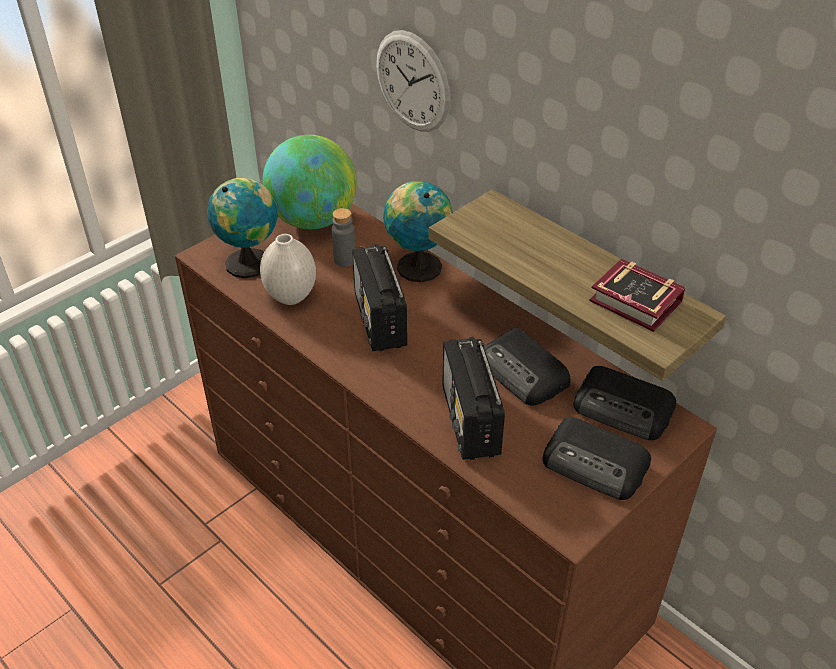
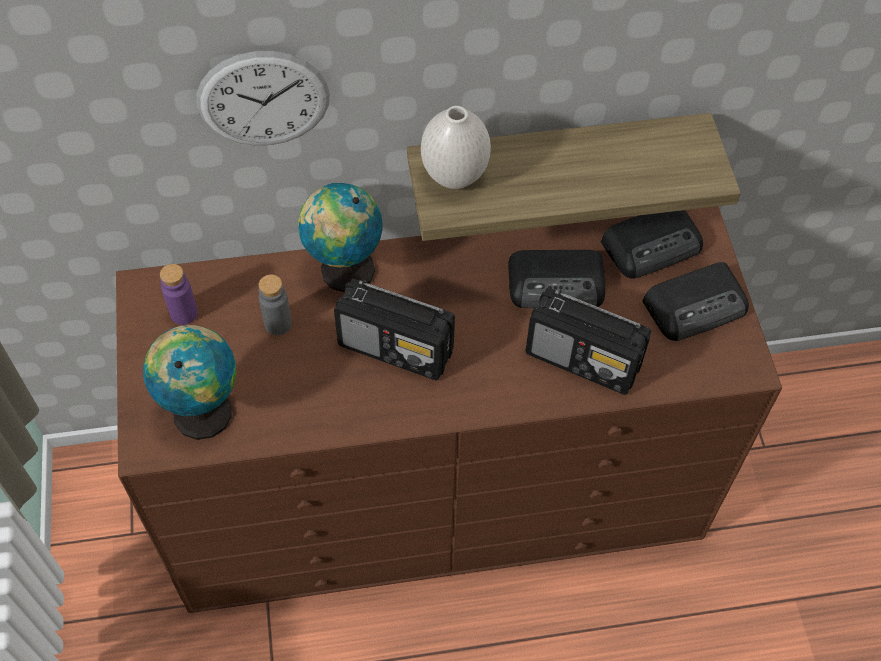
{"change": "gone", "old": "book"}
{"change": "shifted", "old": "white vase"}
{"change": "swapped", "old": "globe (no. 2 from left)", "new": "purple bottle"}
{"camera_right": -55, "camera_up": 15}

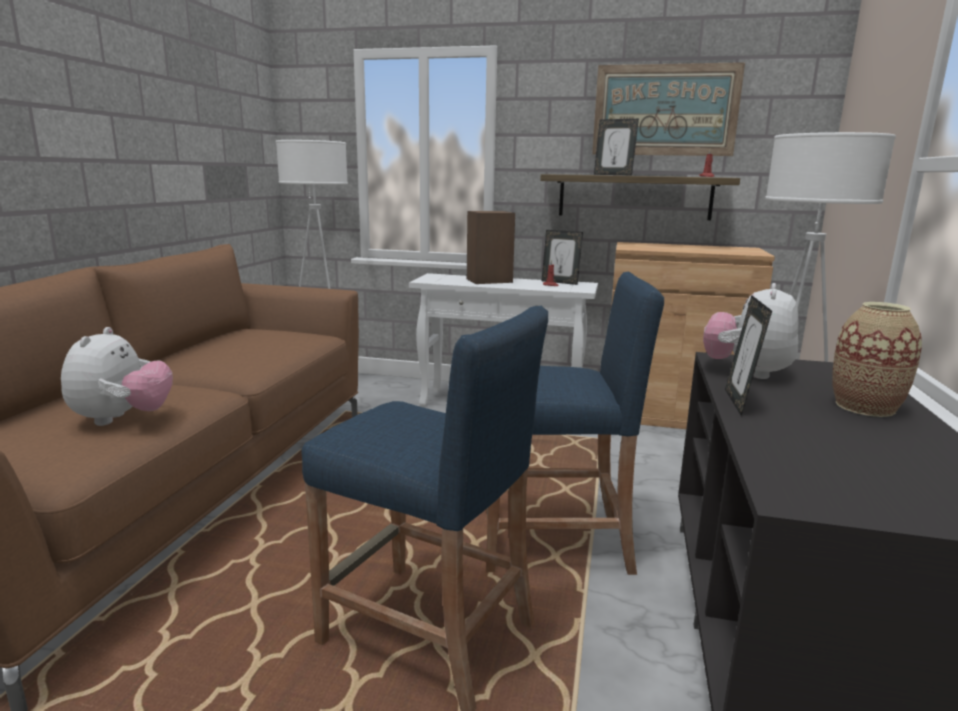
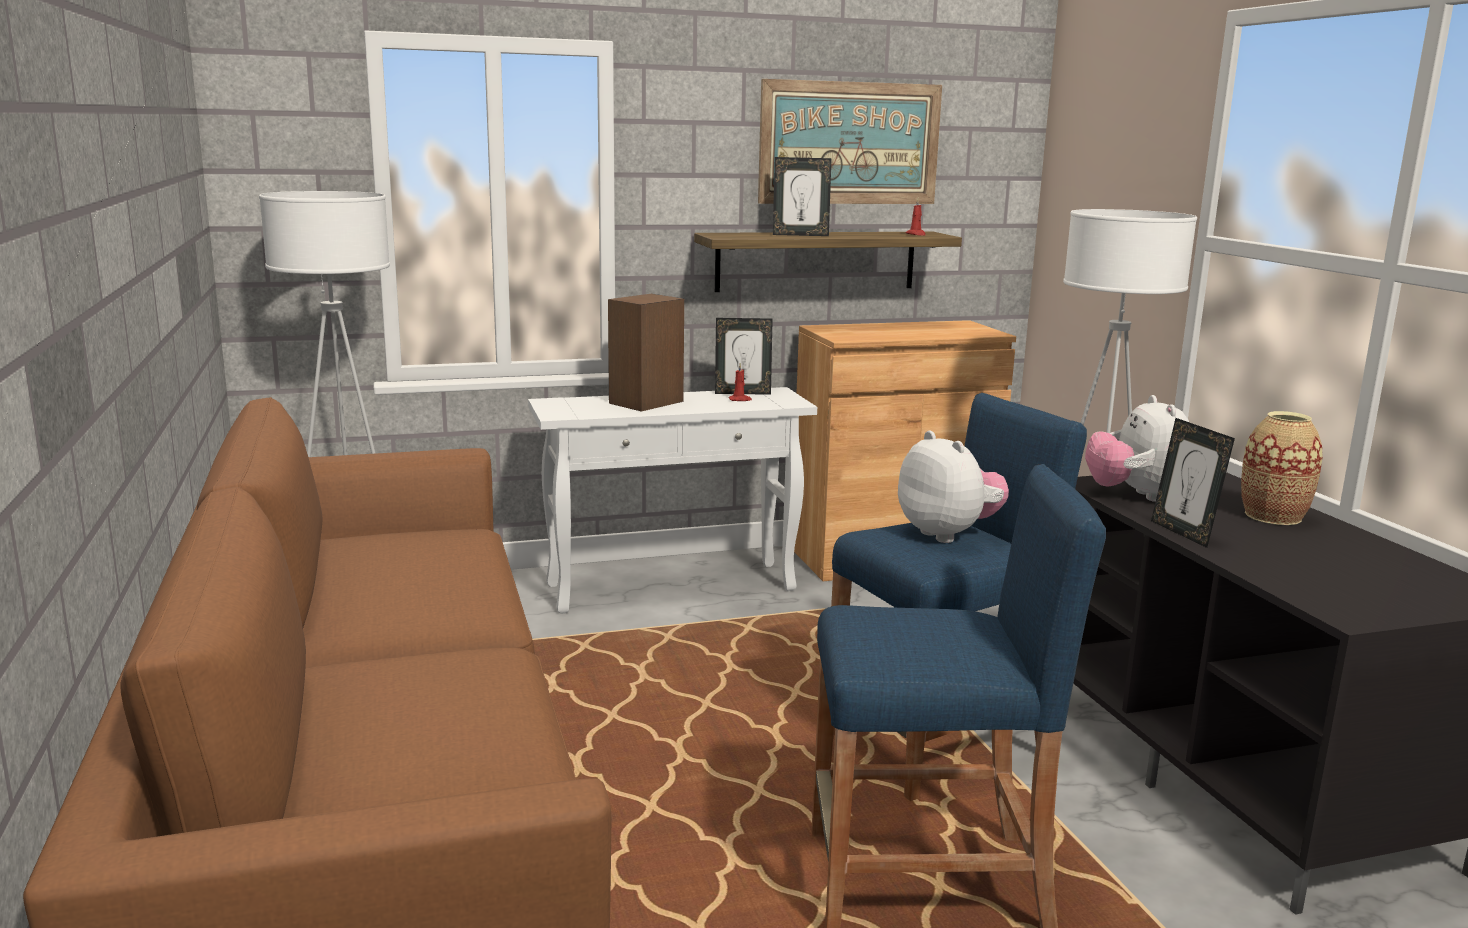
{"change": "shifted", "old": "plush toy (no. 1 from left)"}
{"camera_right": -30, "camera_up": 0}

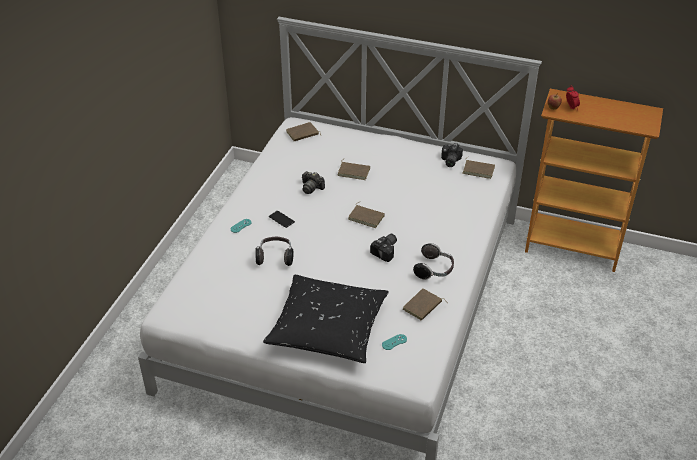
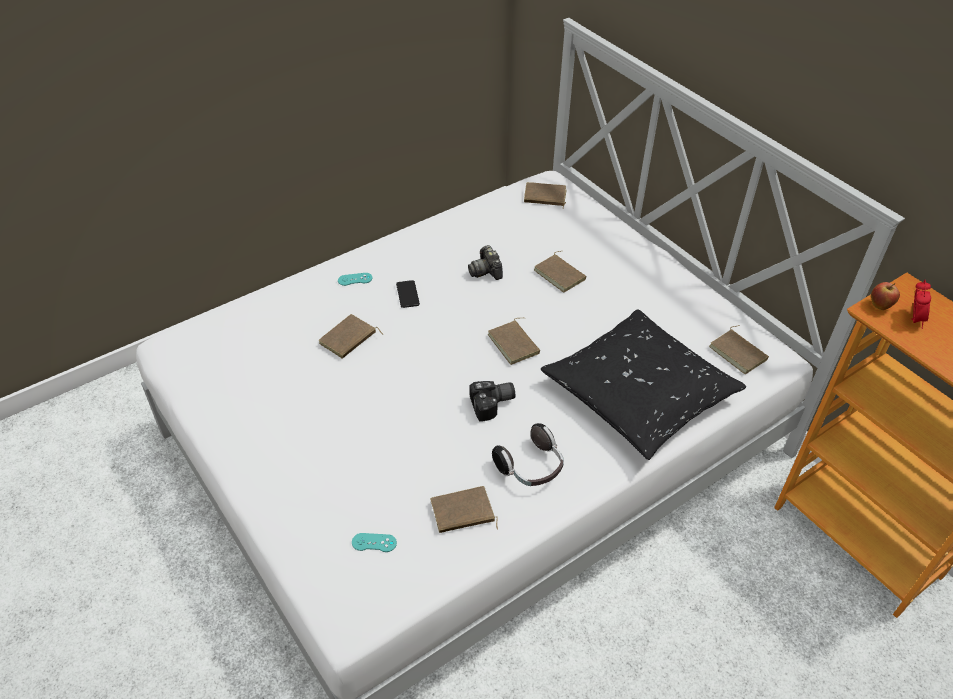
{"change": "gone", "old": "photo camera (no. 3 from left)"}
{"change": "shifted", "old": "black pillow"}
{"change": "swapped", "old": "headphones (no. 1 from left)", "new": "brown book (no. 1 from left)"}
{"camera_right": 35, "camera_up": 5}

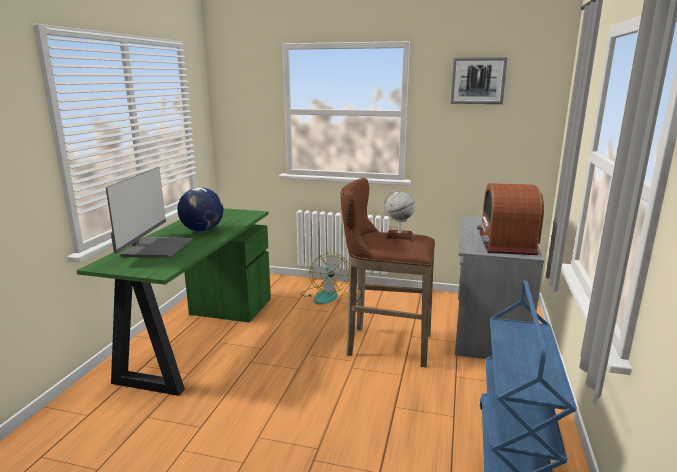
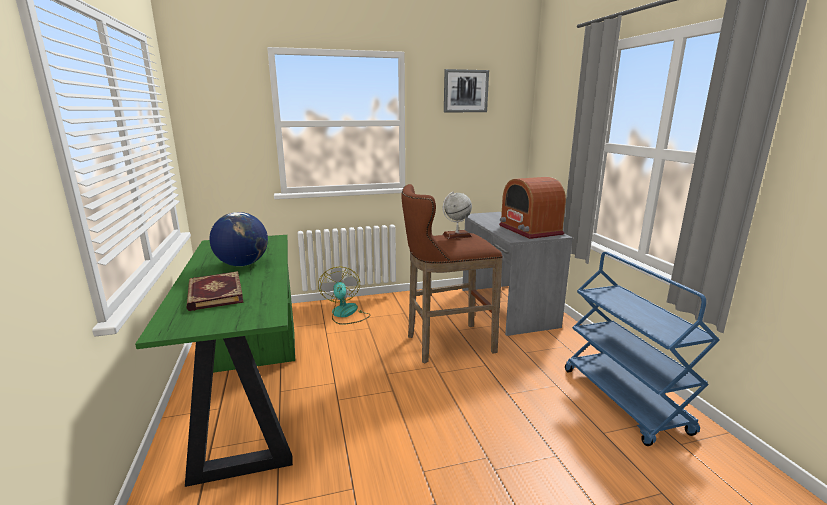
{"change": "swapped", "old": "monitor", "new": "book"}
{"change": "rotated", "old": "fan", "degrees": -150}
{"camera_right": -30, "camera_up": 0}

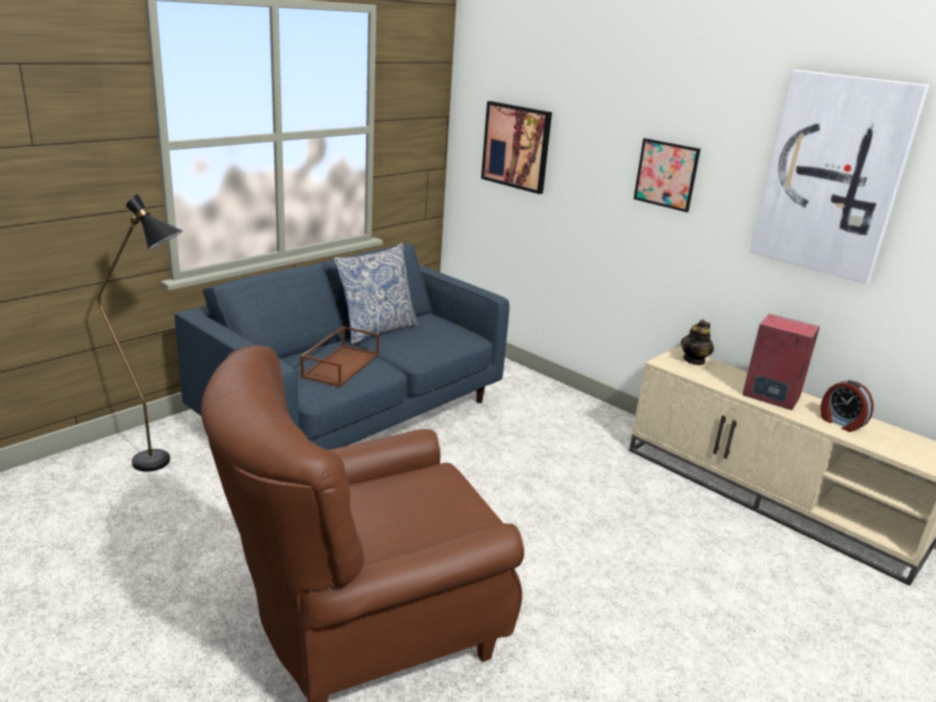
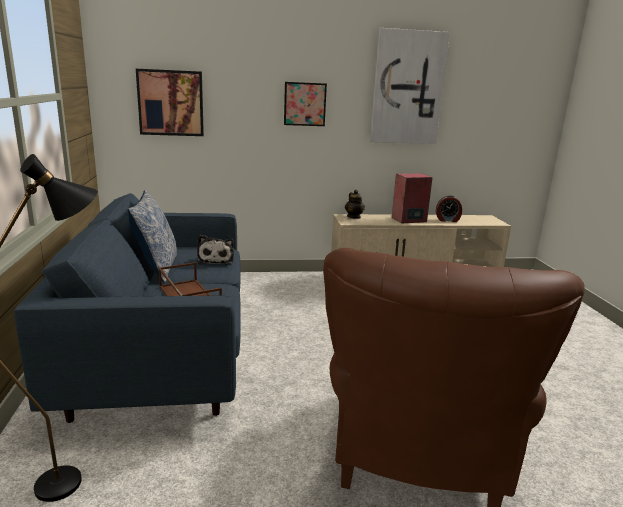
{"change": "new", "new": "plush toy"}
{"camera_right": -50, "camera_up": -5}

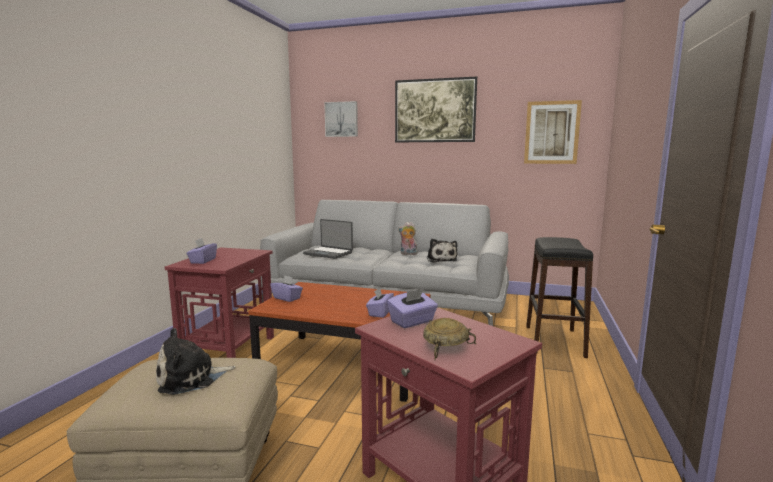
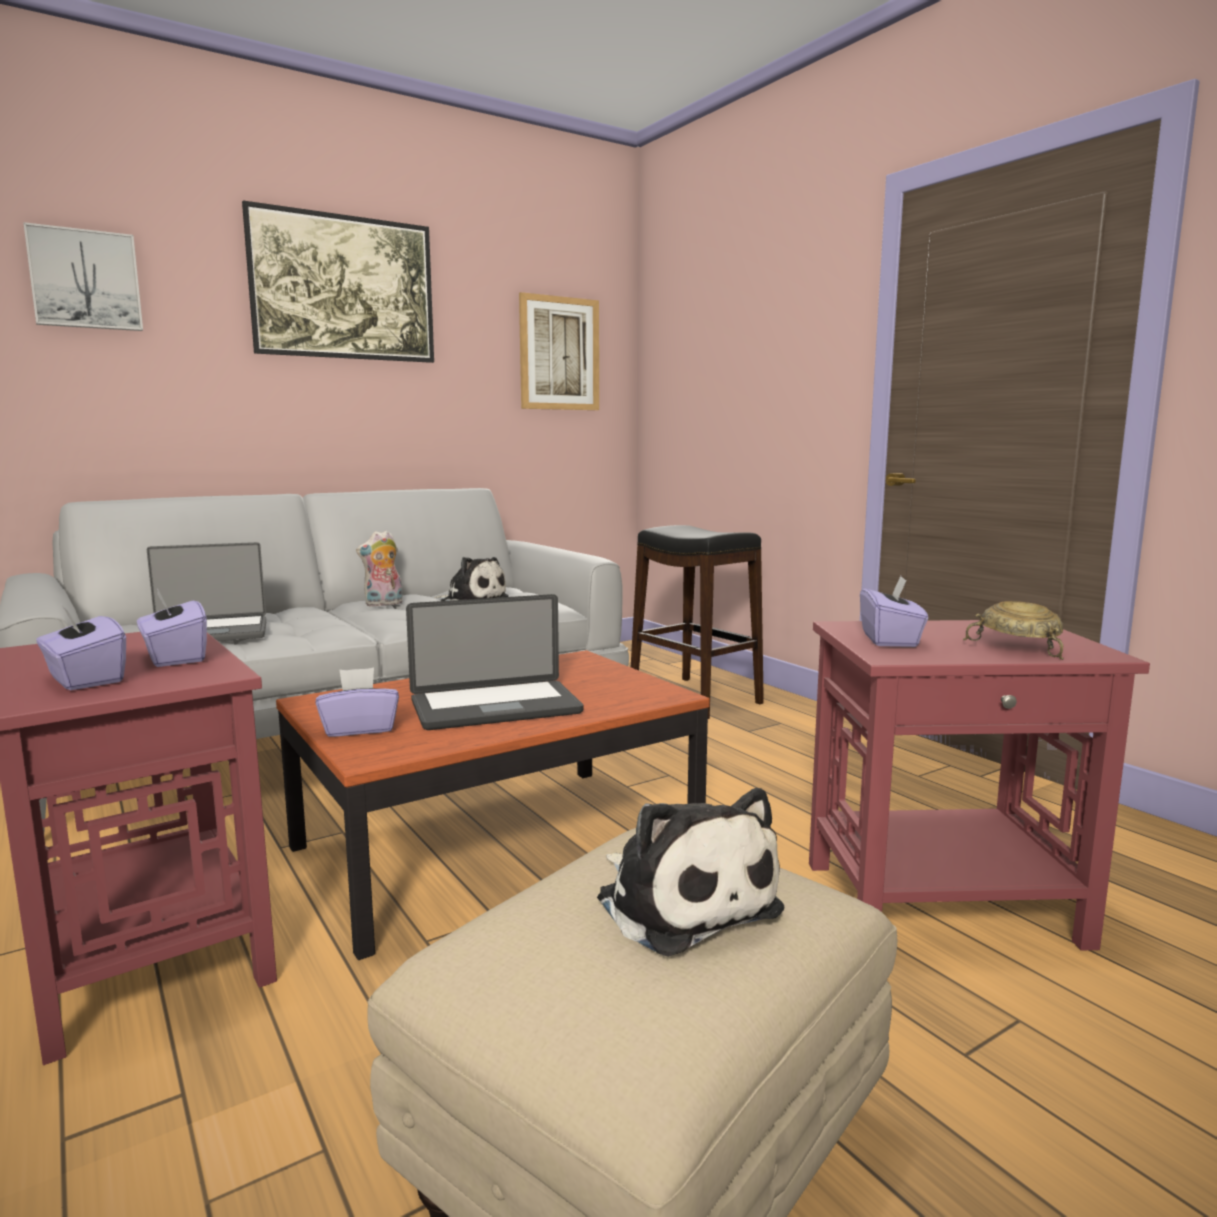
{"change": "new", "new": "laptop (no. 2 from left)"}
{"change": "shifted", "old": "purple tissue box (no. 3 from left in the first image)", "new": "purple tissue box (no. 2 from left)"}
{"change": "rotated", "old": "plush toy (no. 1 from left in the first image)", "degrees": -45}
{"camera_right": -50, "camera_up": 0}

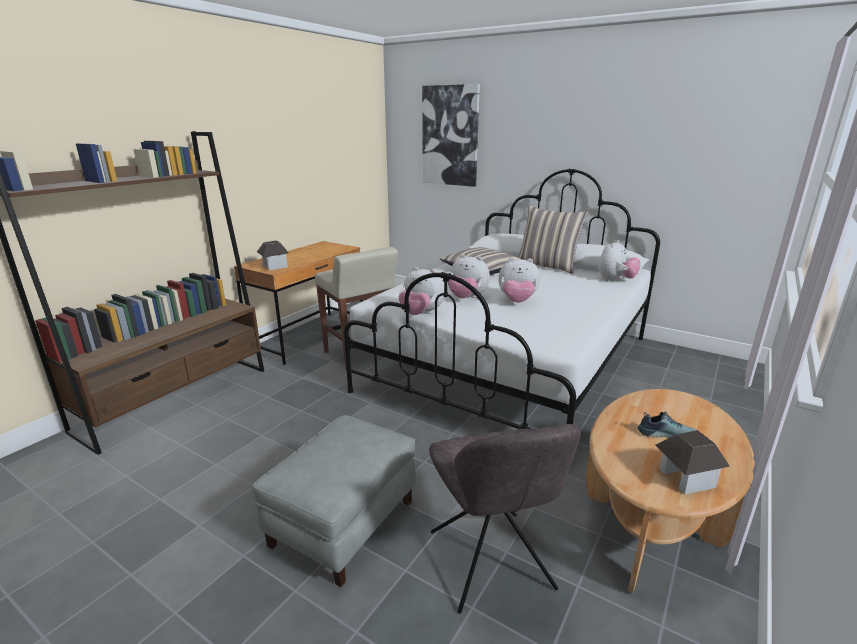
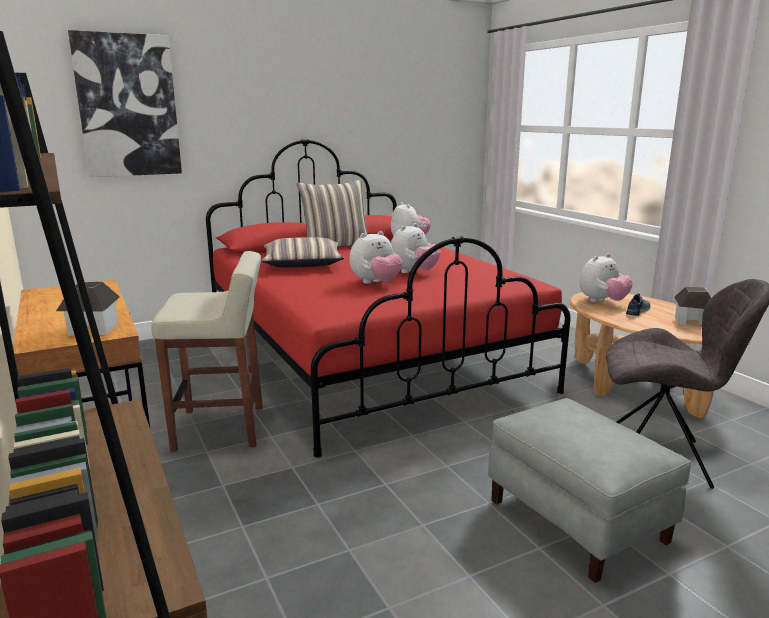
{"change": "shifted", "old": "plush toy (no. 1 from left in the first image)", "new": "plush toy (no. 4 from left)"}
{"change": "repainted", "old": "white bed", "new": "red bed"}
{"camera_right": -60, "camera_up": -5}

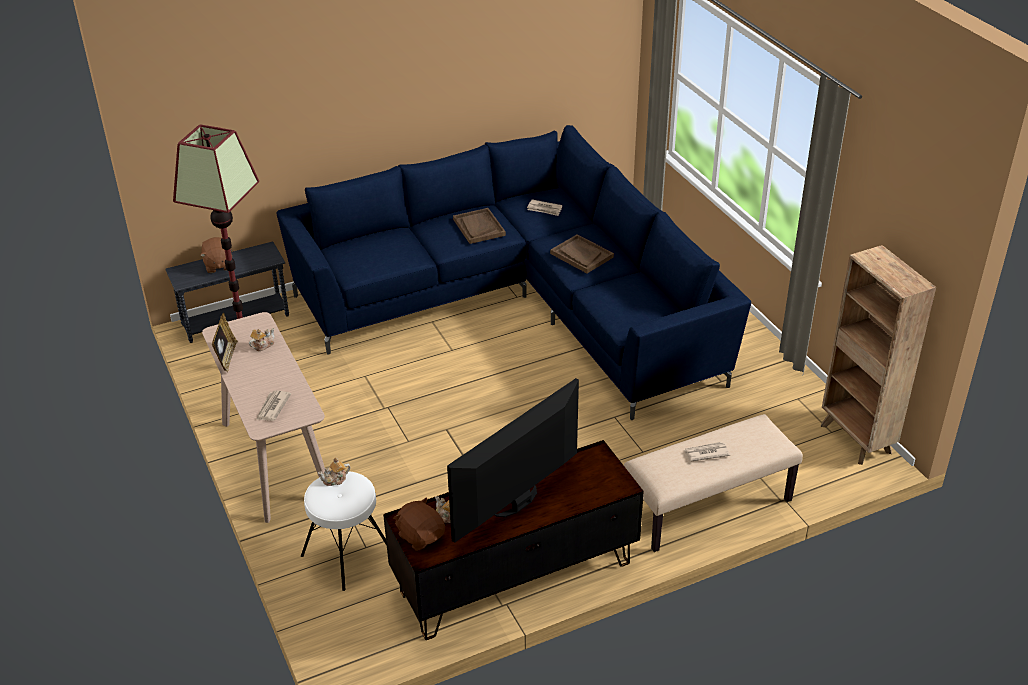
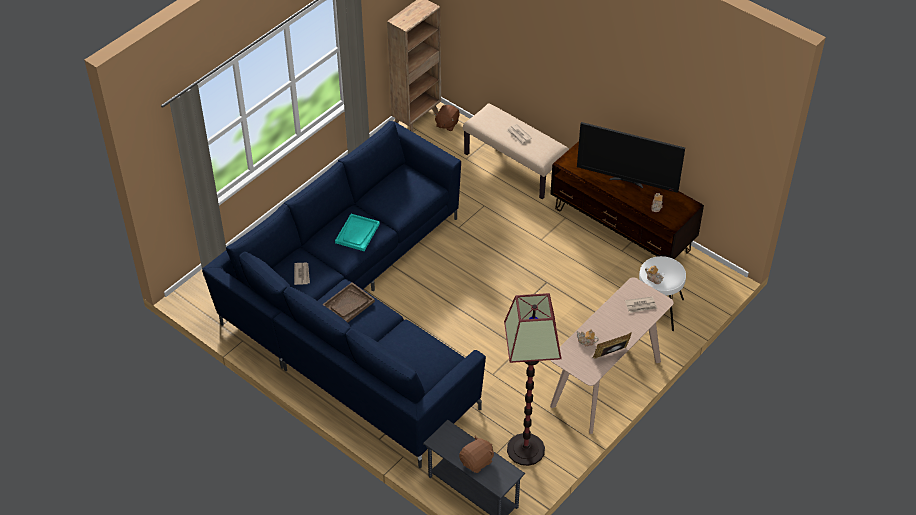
{"change": "shifted", "old": "brown plush toy (no. 2 from left in the first image)", "new": "brown plush toy (no. 1 from left)"}
{"change": "repainted", "old": "brown tray (no. 2 from left)", "new": "turquoise tray"}
{"camera_right": -115, "camera_up": 10}

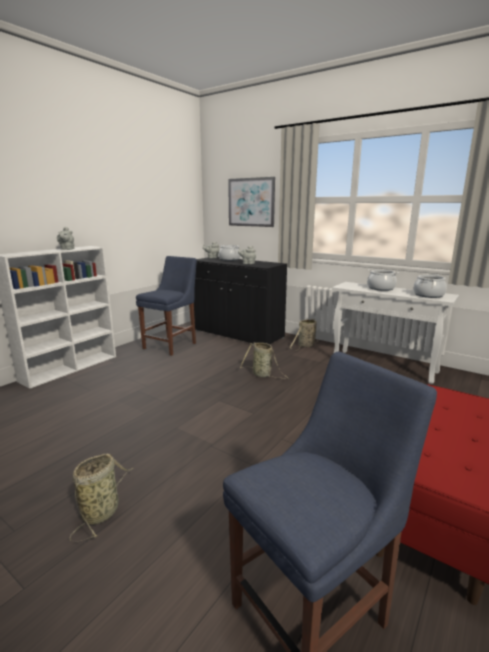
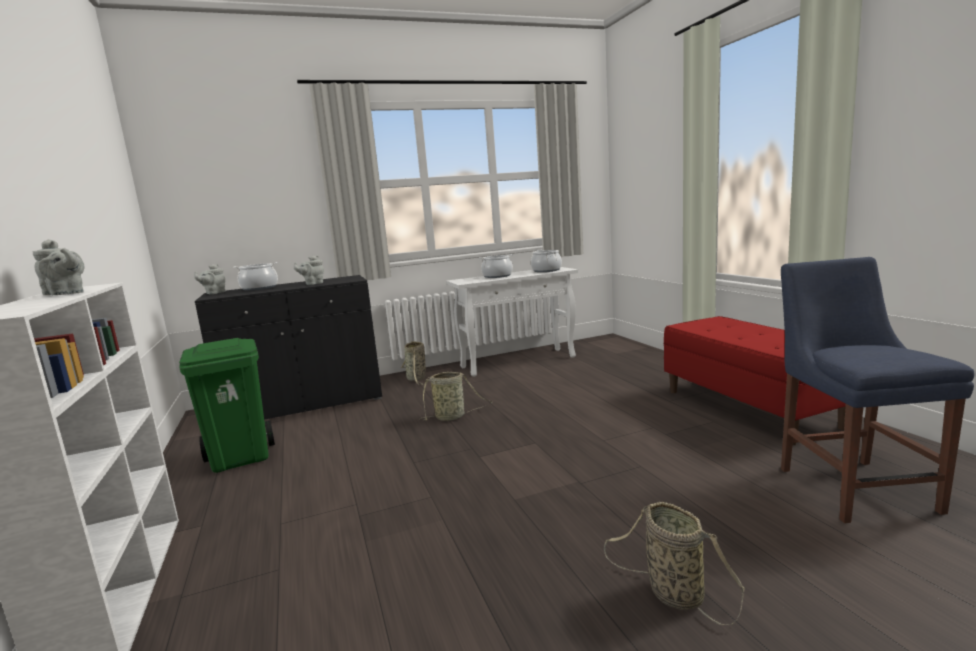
{"change": "gone", "old": "picture"}
{"change": "swapped", "old": "blue chair (no. 1 from left)", "new": "green trash can"}
{"camera_right": -55, "camera_up": -5}

